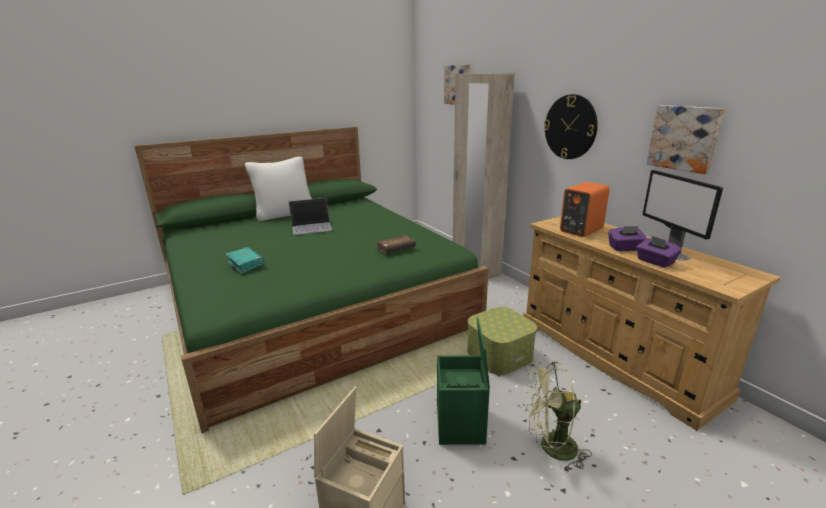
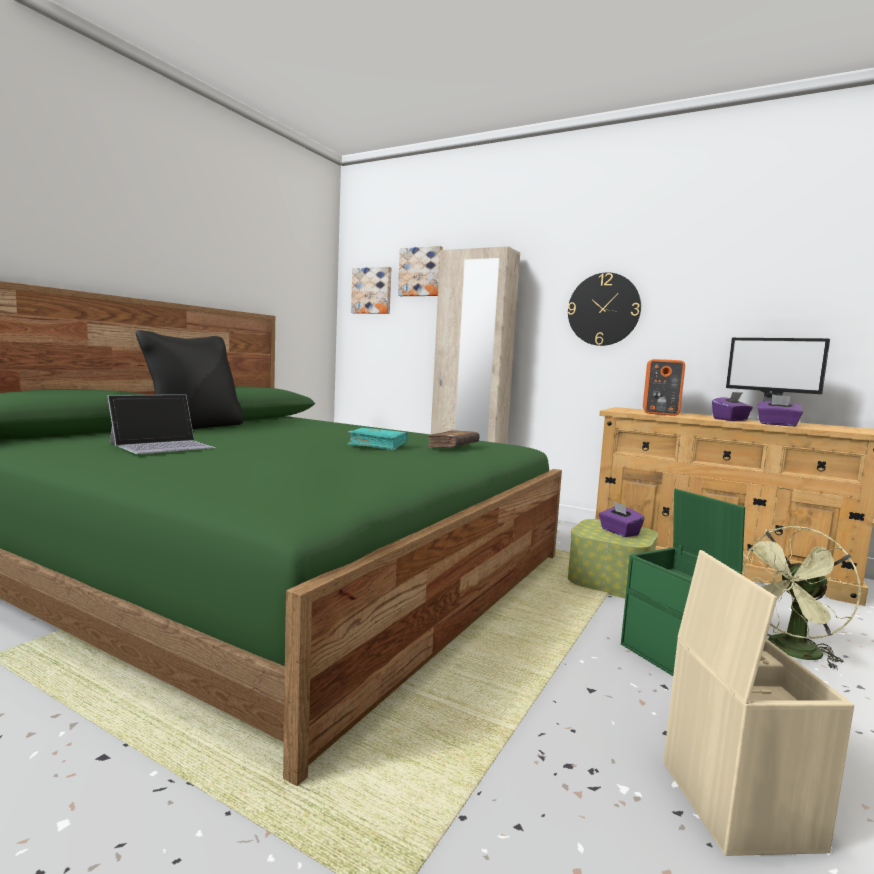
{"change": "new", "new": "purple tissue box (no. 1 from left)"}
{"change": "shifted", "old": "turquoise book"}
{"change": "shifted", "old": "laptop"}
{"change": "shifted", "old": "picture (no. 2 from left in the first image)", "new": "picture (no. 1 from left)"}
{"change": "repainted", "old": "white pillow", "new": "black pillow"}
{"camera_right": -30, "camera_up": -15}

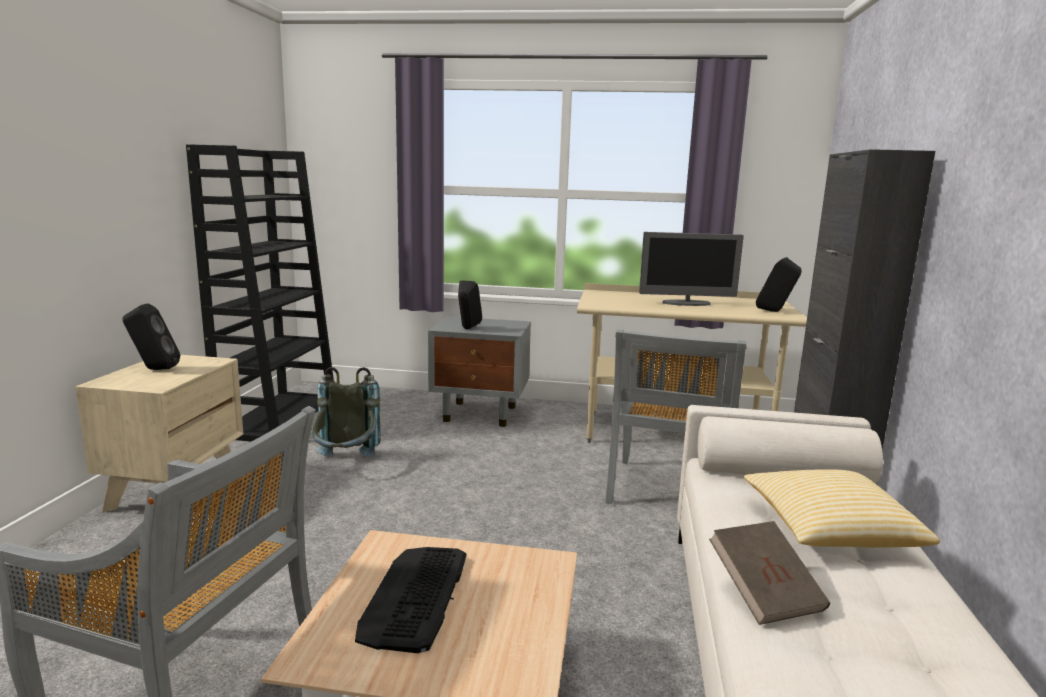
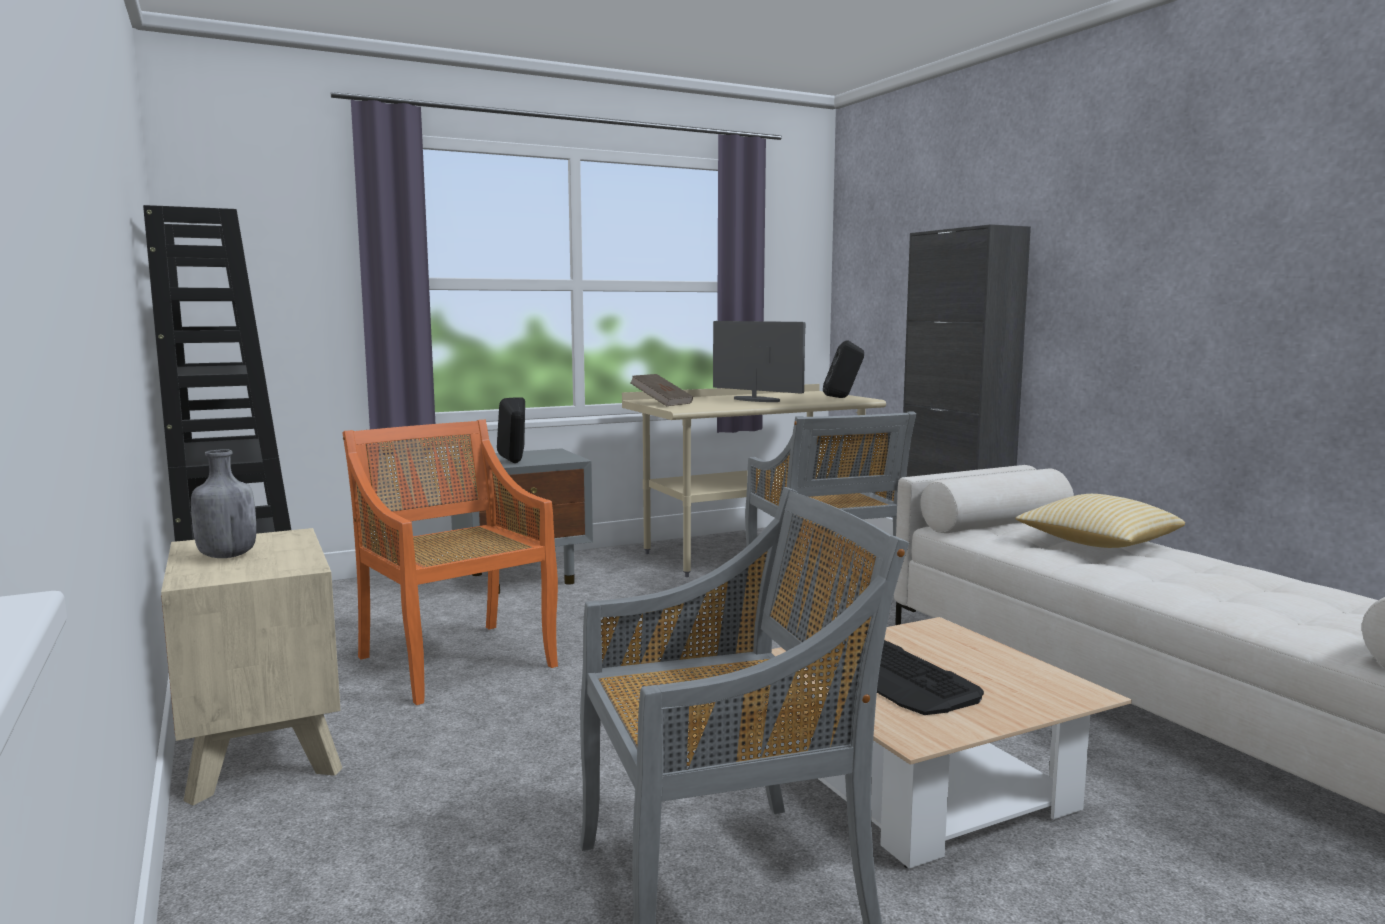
{"change": "shifted", "old": "brown book"}
{"change": "swapped", "old": "black speaker (no. 1 from left)", "new": "grey bottle"}
{"change": "swapped", "old": "grey backpack", "new": "orange chair"}
{"change": "rotated", "old": "monitor", "degrees": -105}
{"camera_right": -35, "camera_up": -5}

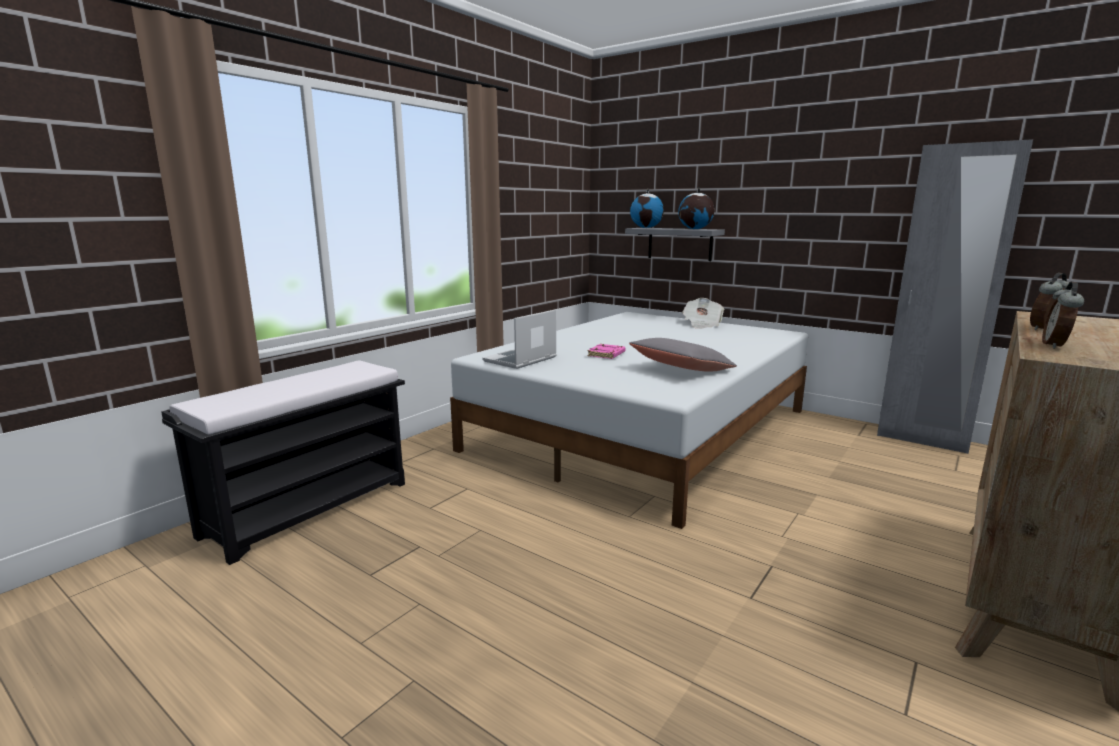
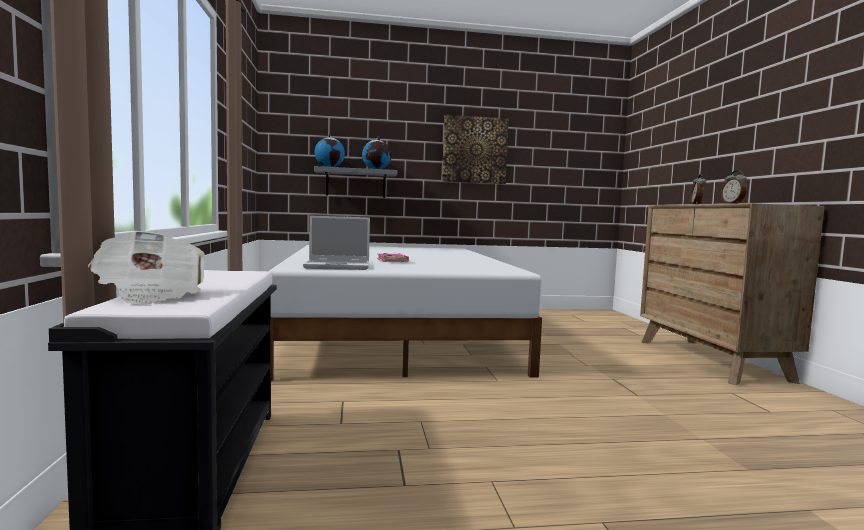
{"change": "gone", "old": "grey pillow"}
{"change": "gone", "old": "grey wardrobe"}
{"change": "new", "new": "picture"}
{"change": "shifted", "old": "newspaper"}
{"change": "rotated", "old": "laptop", "degrees": -90}
{"camera_right": -45, "camera_up": -10}

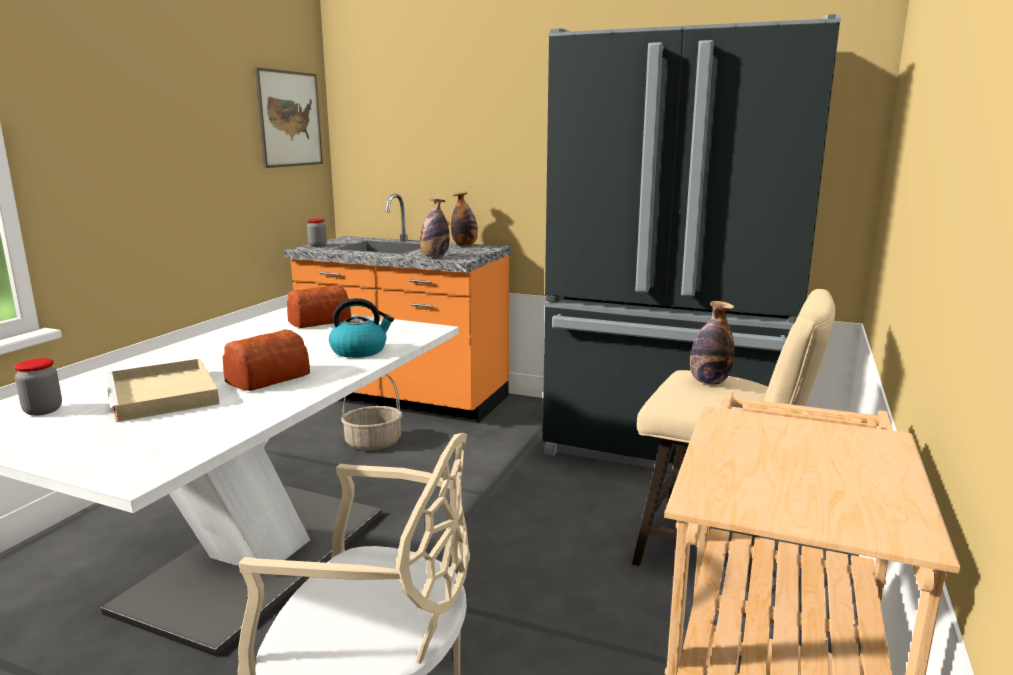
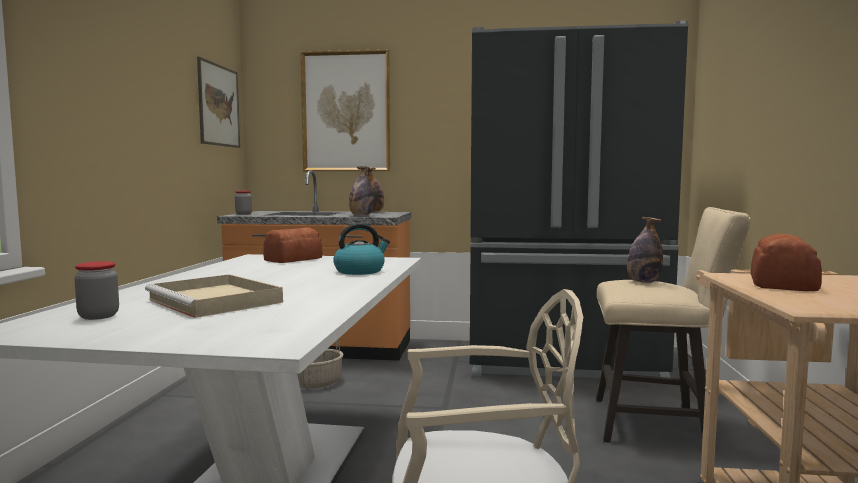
{"change": "new", "new": "picture (no. 2 from left)"}
{"change": "shifted", "old": "bread (no. 1 from left in the first image)", "new": "bread (no. 2 from left)"}
{"camera_right": -15, "camera_up": -10}

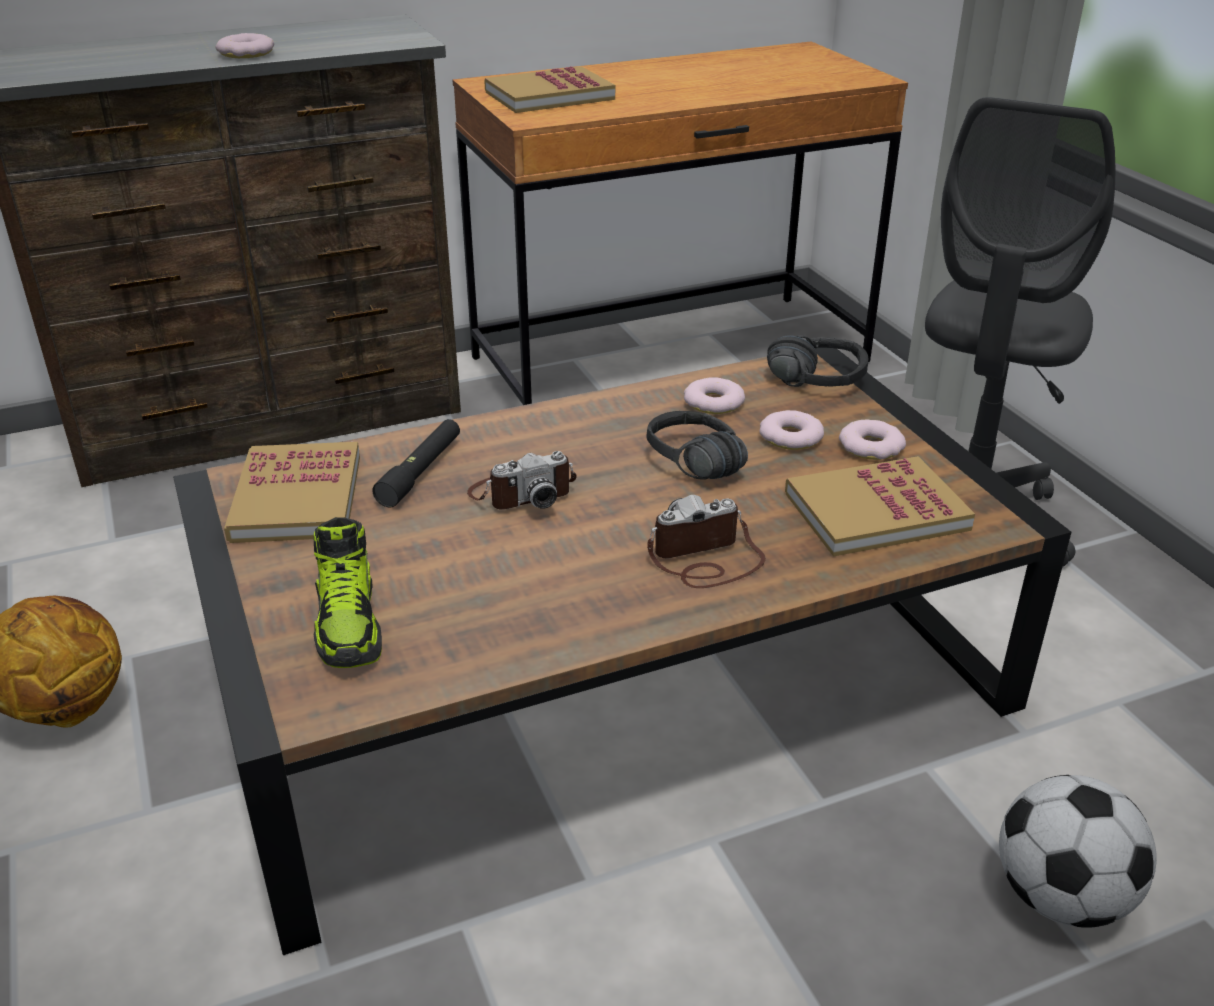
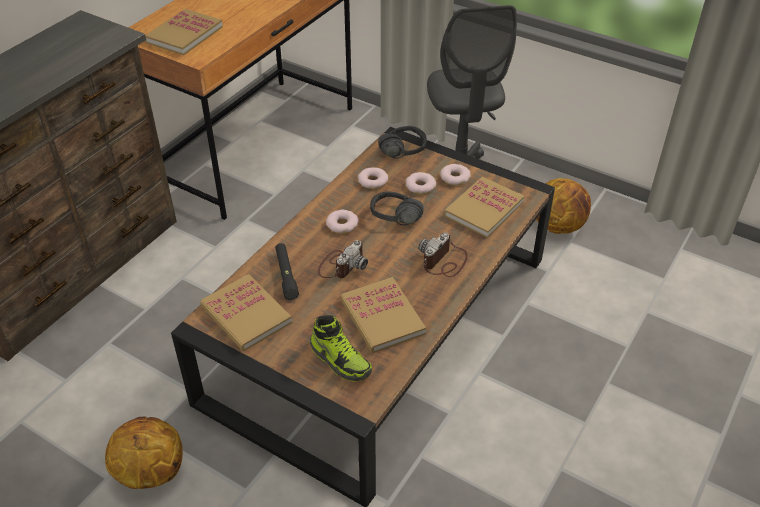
{"change": "gone", "old": "football"}
{"change": "new", "new": "book (no. 3 from left)"}
{"change": "new", "new": "basketball (no. 2 from left)"}
{"change": "shifted", "old": "donut (no. 1 from left)"}
{"camera_right": -35, "camera_up": 10}

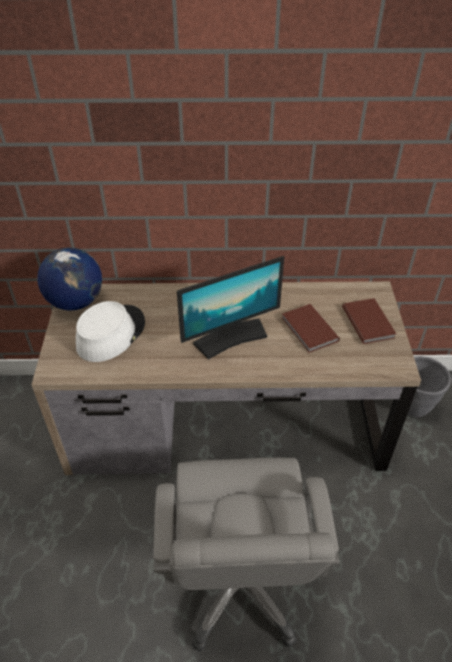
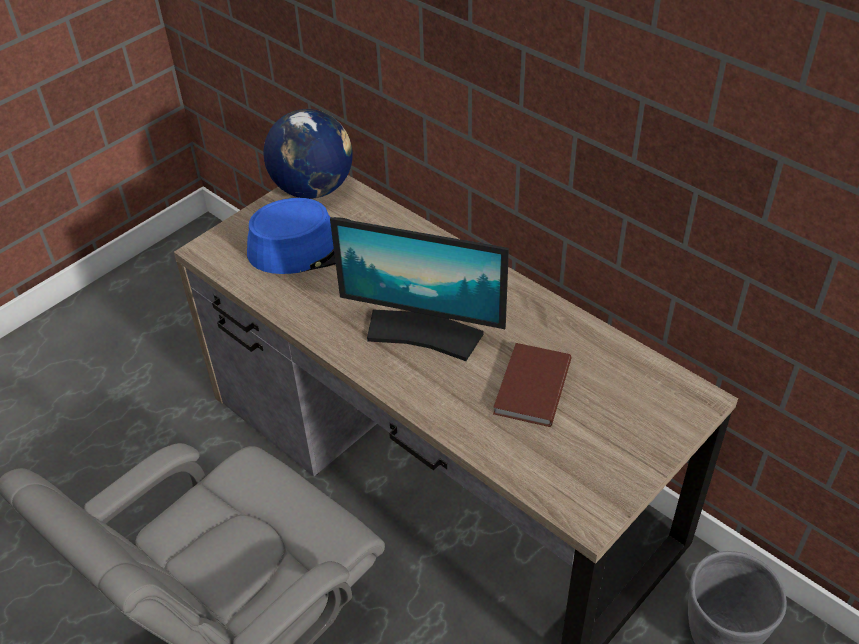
{"change": "gone", "old": "brown book (no. 2 from left)"}
{"change": "repainted", "old": "white hat", "new": "blue hat"}
{"camera_right": 45, "camera_up": 0}

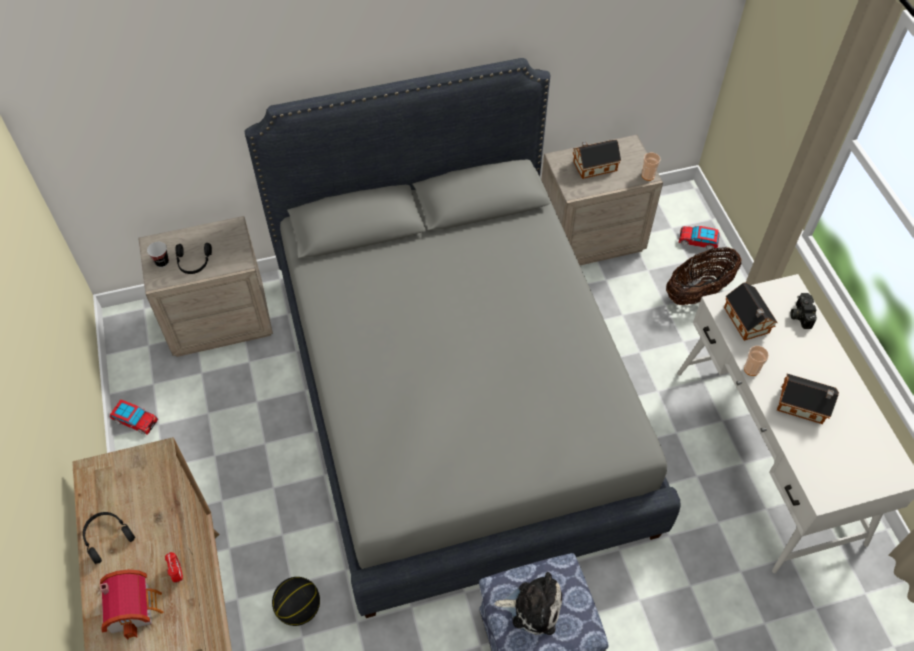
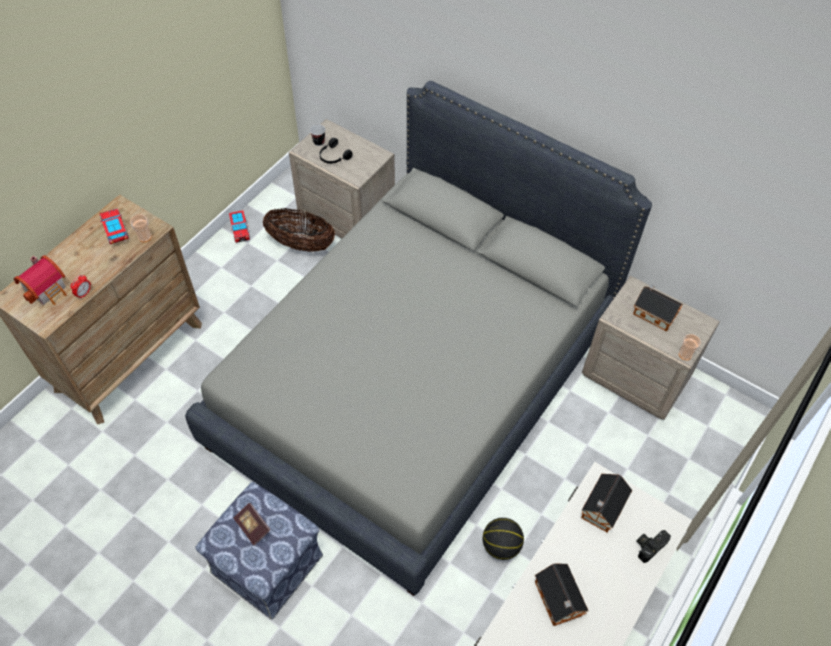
{"change": "gone", "old": "black headphones (no. 1 from left)"}
{"change": "shifted", "old": "basketball"}
{"change": "shifted", "old": "basket"}
{"change": "shifted", "old": "toy car (no. 2 from left in the first image)", "new": "toy car (no. 1 from left)"}
{"change": "shifted", "old": "cup (no. 3 from left in the first image)", "new": "cup (no. 1 from left)"}
{"change": "swapped", "old": "plush toy", "new": "book"}
{"camera_right": 50, "camera_up": 0}

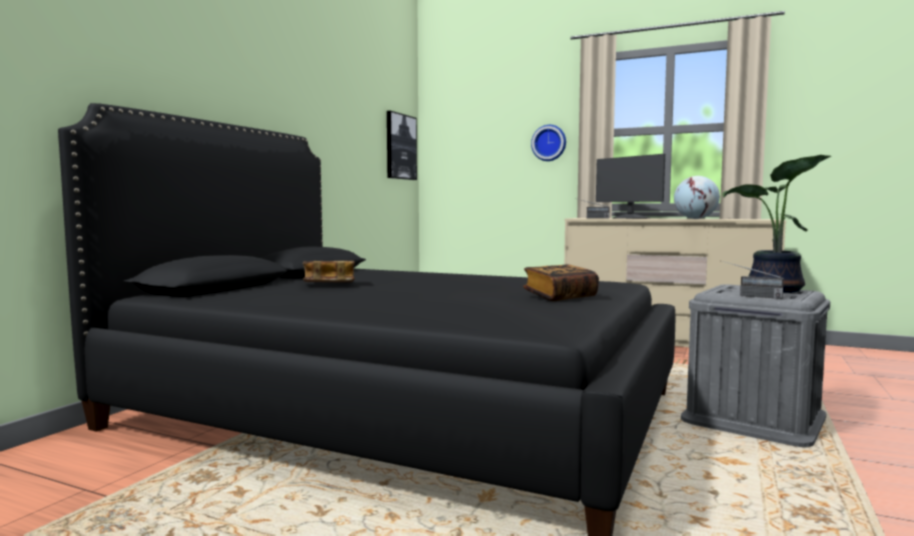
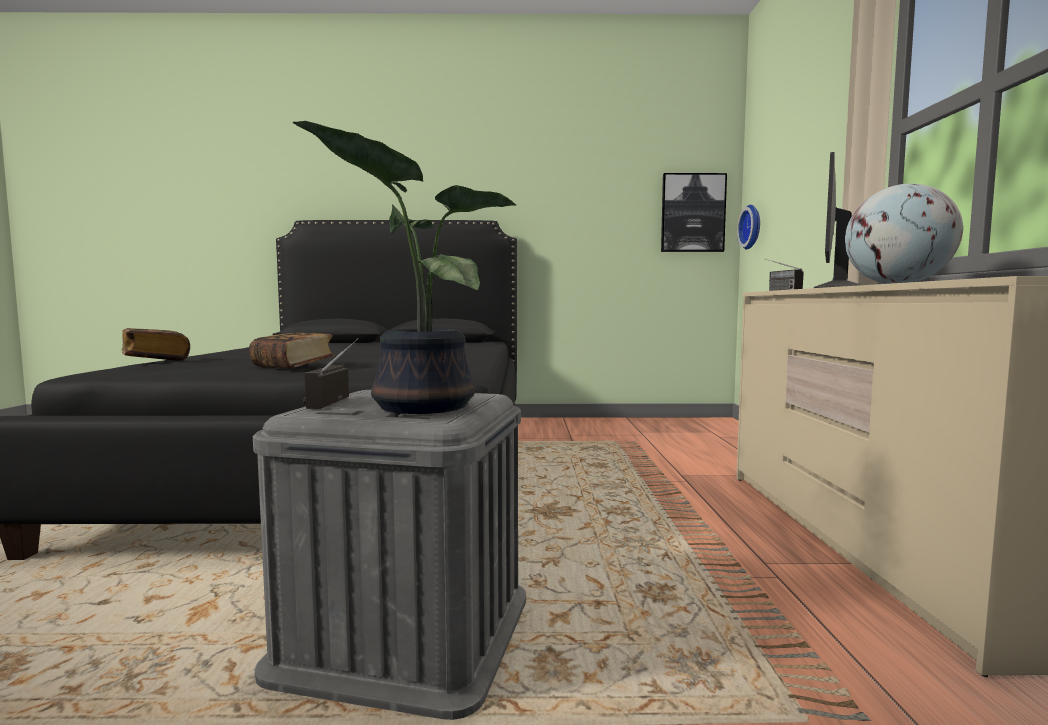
{"change": "shifted", "old": "book (no. 1 from left)"}
{"change": "shifted", "old": "wall clock"}
{"camera_right": 65, "camera_up": 0}

